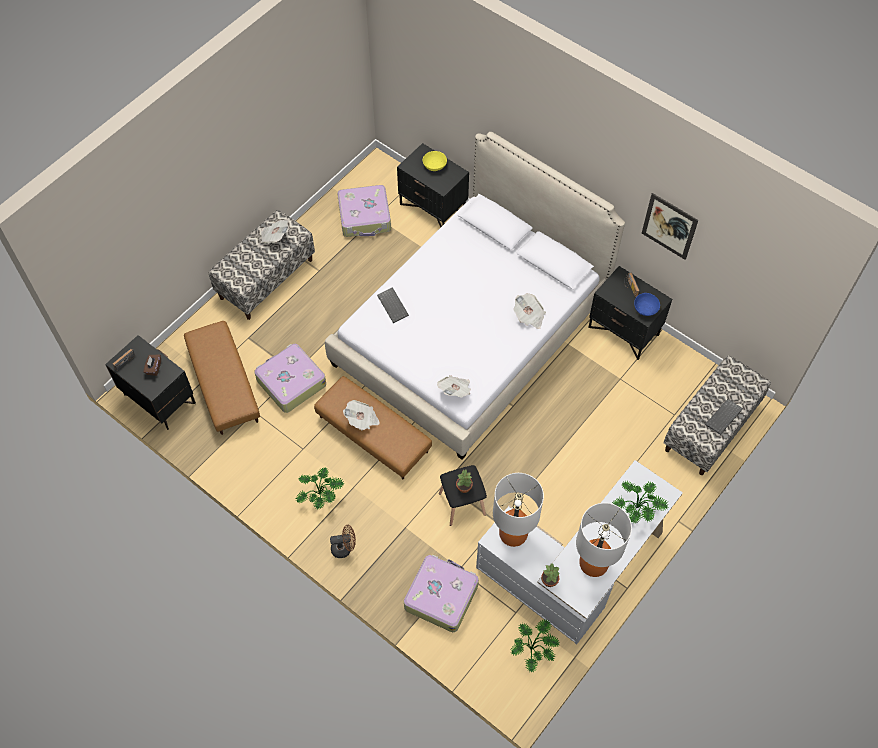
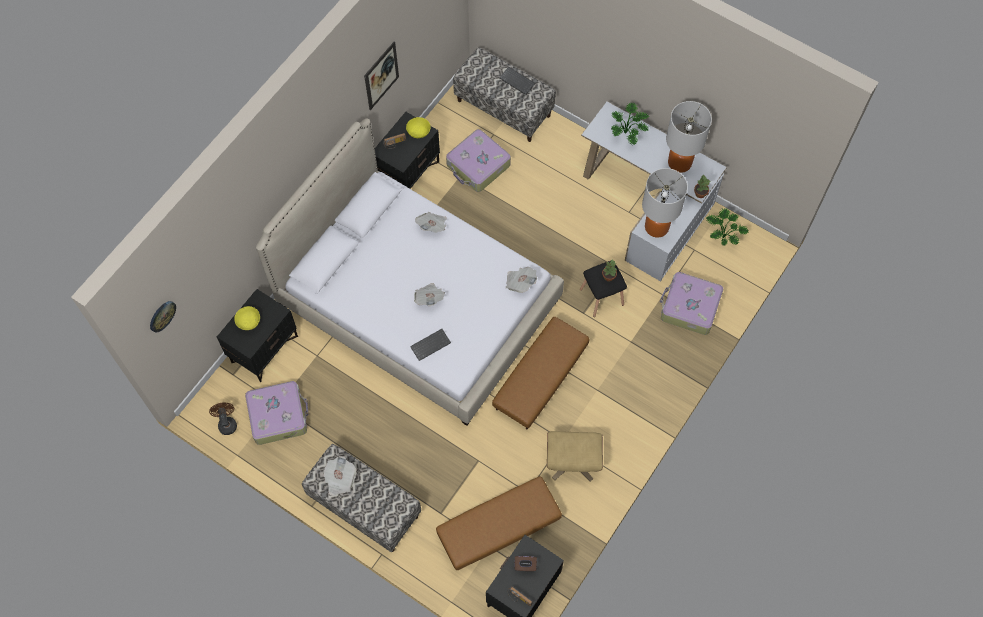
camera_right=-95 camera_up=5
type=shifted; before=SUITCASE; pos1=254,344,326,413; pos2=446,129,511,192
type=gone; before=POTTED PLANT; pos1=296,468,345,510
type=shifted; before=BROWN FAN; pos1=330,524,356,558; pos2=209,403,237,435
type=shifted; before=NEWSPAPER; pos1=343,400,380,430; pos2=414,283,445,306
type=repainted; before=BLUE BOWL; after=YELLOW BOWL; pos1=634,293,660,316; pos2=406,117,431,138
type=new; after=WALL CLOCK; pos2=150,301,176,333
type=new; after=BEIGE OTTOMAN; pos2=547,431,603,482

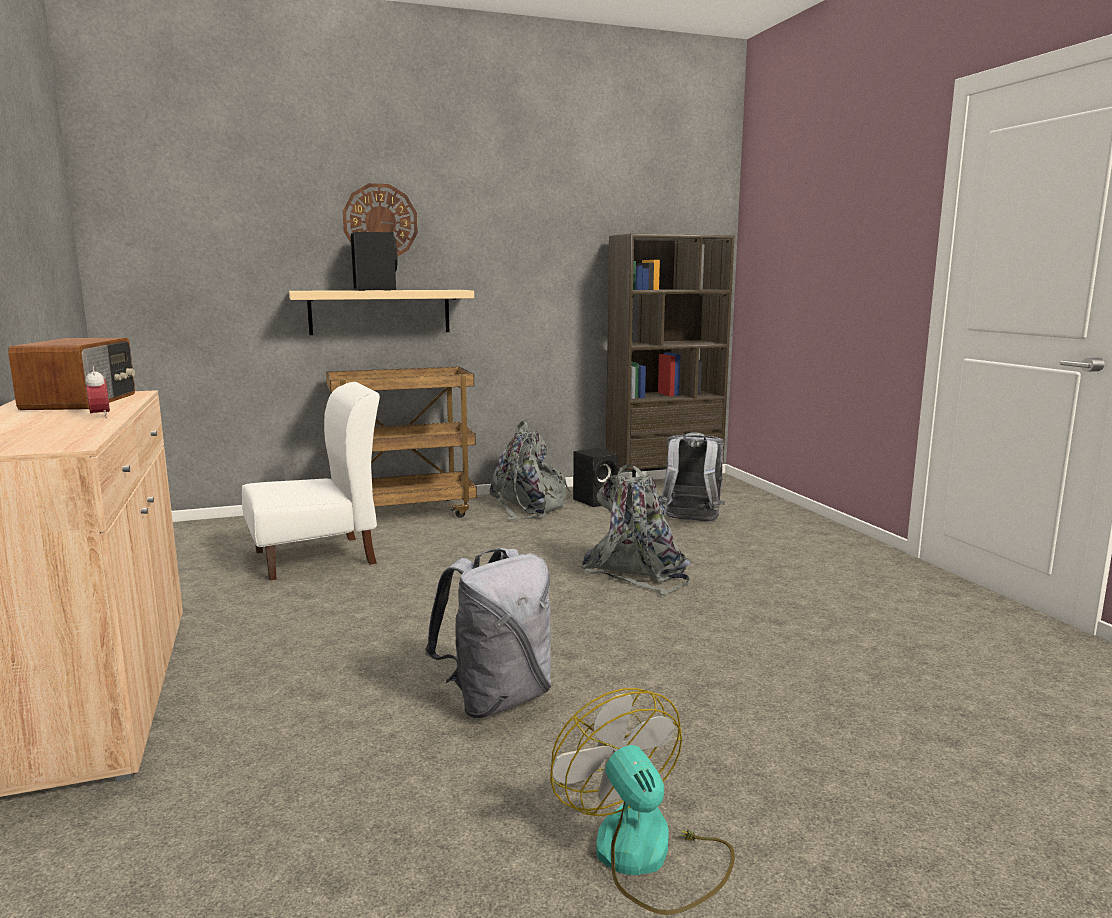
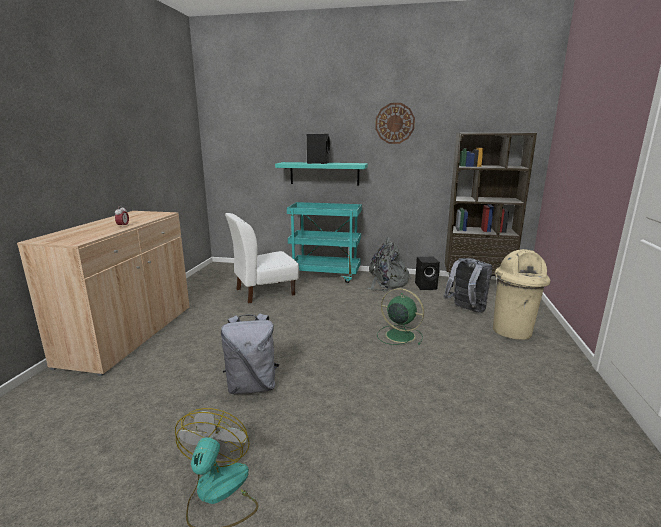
camera_right=30 camera_up=5
type=gone; before=RADIO; pos1=8,338,135,410
type=rotated; before=WHITE CHAIR; pos1=242,382,380,580; pos2=225,213,299,304; turn=150
type=repainted; before=BEIGE SHELF; after=TURQUOISE SHELF; pos1=289,290,474,335; pos2=275,162,368,186
type=repainted; before=BROWN CART; after=TURQUOISE CART; pos1=326,367,477,518; pos2=287,202,362,283
type=shifted; before=WALL CLOCK; pos1=343,183,418,257; pos2=375,103,415,144
type=swapped; before=GREY BACKPACK; after=GREEN FAN; pos1=581,464,691,595; pos2=377,288,424,345
type=new; after=BEIGE TRASH CAN; pos2=493,249,550,340

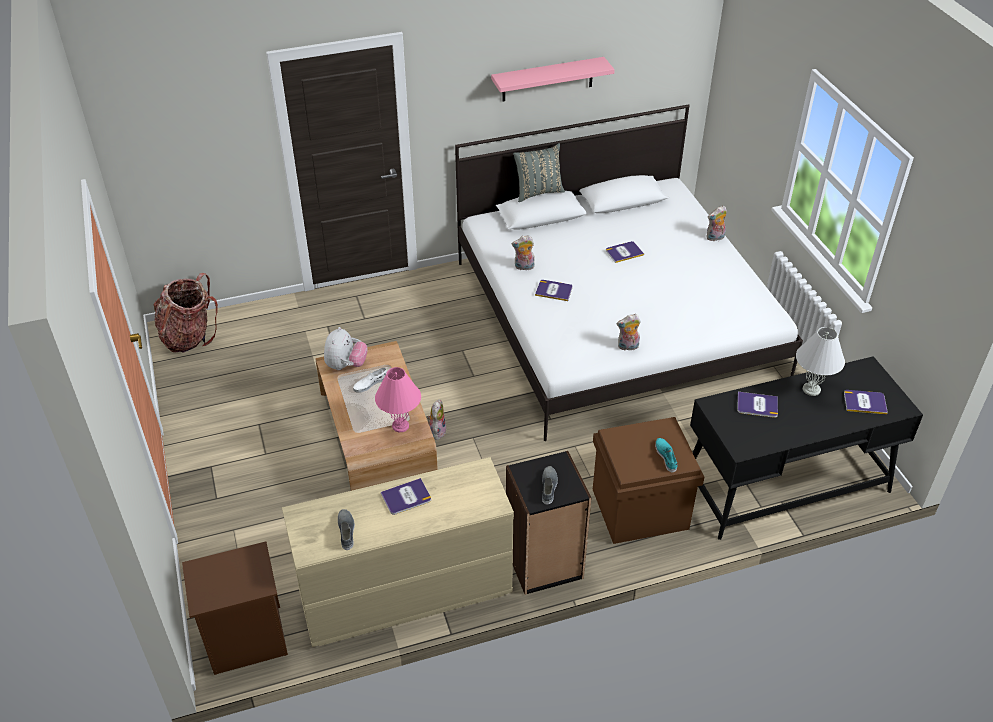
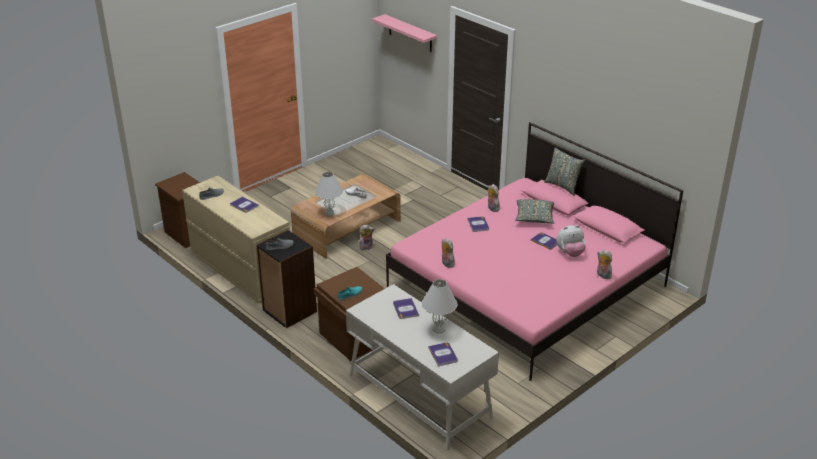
camera_right=65 camera_up=-10
type=gone; before=BACKPACK; pos1=153,273,218,353
type=shifted; before=PLUSH TOY; pos1=324,327,368,370; pos2=556,225,586,257
type=repainted; before=PINK TABLE LAMP; after=WHITE TABLE LAMP; pos1=375,367,421,432; pos2=315,172,343,216
type=repainted; before=WHITE BED; after=PINK BED; pos1=455,104,803,441; pos2=386,122,683,381
type=shifted; before=PINK SHELF; pos1=491,57,615,101; pos2=372,14,437,52
type=repainted; before=BLACK DESK; after=WHITE DESK; pos1=690,356,923,540; pos2=346,284,499,450
type=new; after=GREY PILLOW; pos2=515,199,555,224

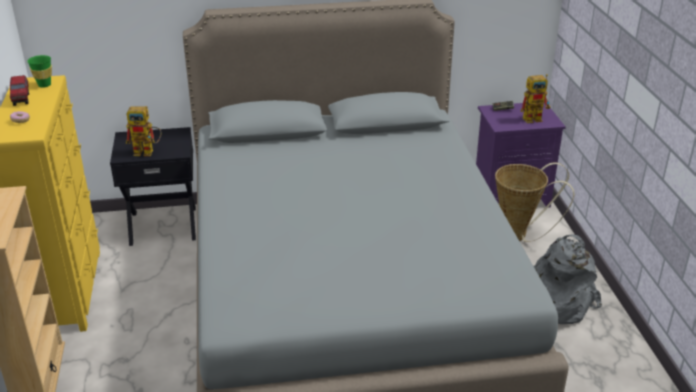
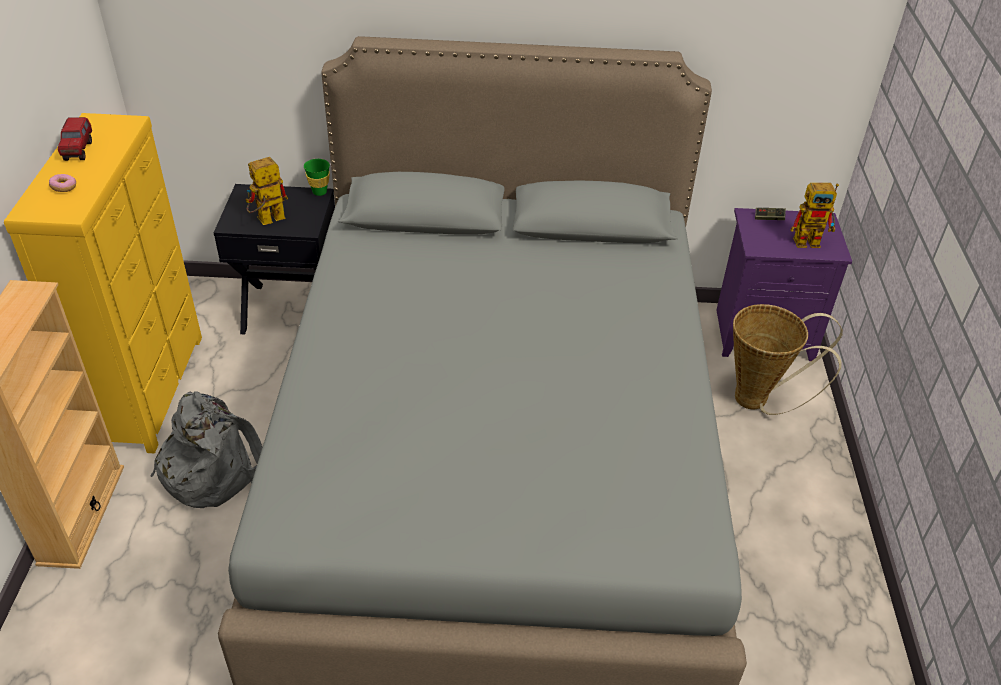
camera_right=10 camera_up=10
type=shifted; before=GREEN CUP; pos1=27,55,52,88; pos2=304,159,330,196
type=rotated; before=TOY ROBOT; pos1=126,106,162,156; pos2=245,157,288,225; turn=135
type=shifted; before=GREY BACKPACK; pos1=534,234,602,324; pos2=150,391,262,508

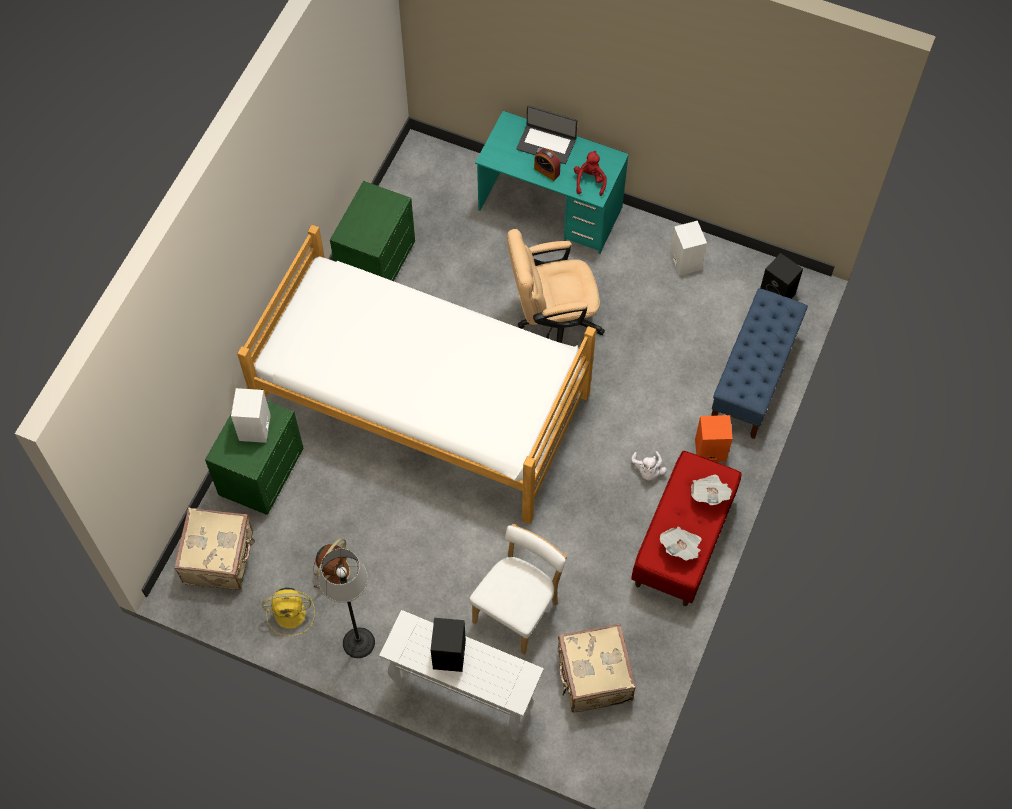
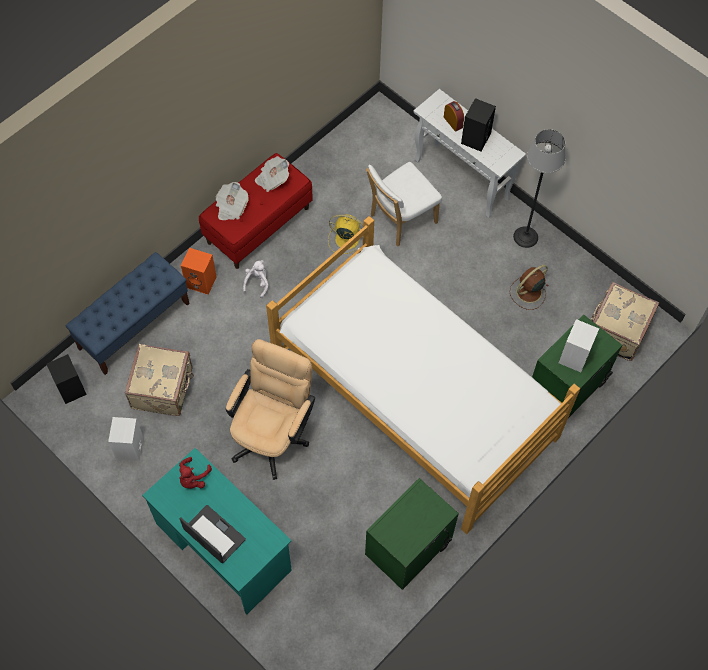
camera_right=-160 camera_up=0
type=shifted; before=YELLOW FAN; pos1=263,587,315,636; pos2=328,214,363,254
type=rotated; before=BEIGE OFFICE CHAIR; pos1=507,229,605,343; pos2=226,339,315,480; turn=-75
type=shifted; before=ALARM CLOCK; pos1=534,148,560,181; pos2=444,101,464,132
type=shifted; before=BEIGE SUITCASE; pos1=557,624,636,712; pos2=124,344,194,416

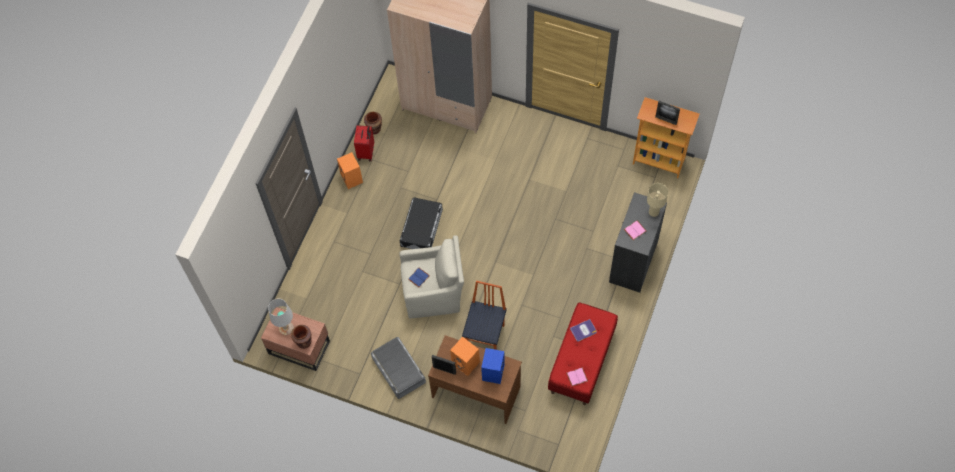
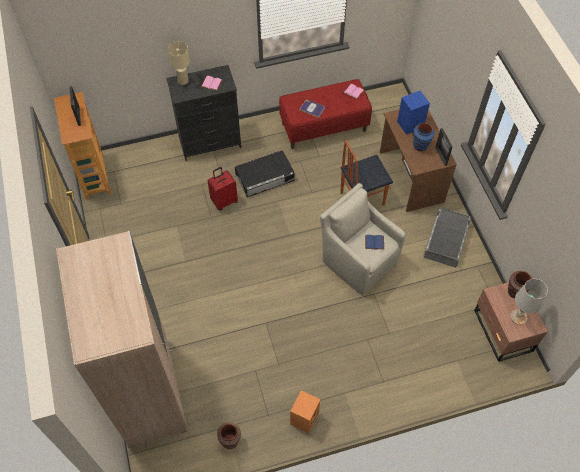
camera_right=-130 camera_up=-5
type=shifted; before=RED SUITCASE; pos1=354,125,374,161; pos2=207,167,238,210
type=shifted; before=BLACK STORAGE BOX; pos1=400,197,443,249; pos2=235,150,295,197
type=swapped; before=ORANGE SPEAKER; after=BLUE VASE; pos1=450,336,480,376; pos2=413,123,435,151

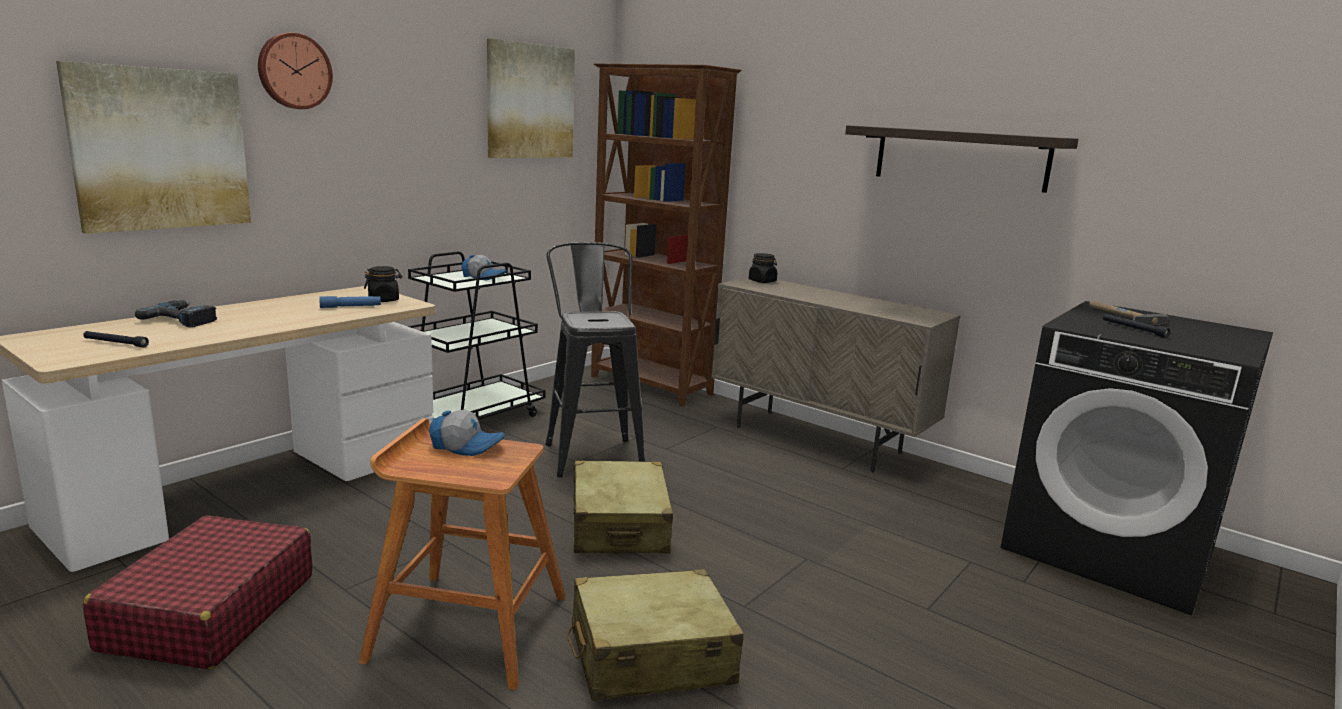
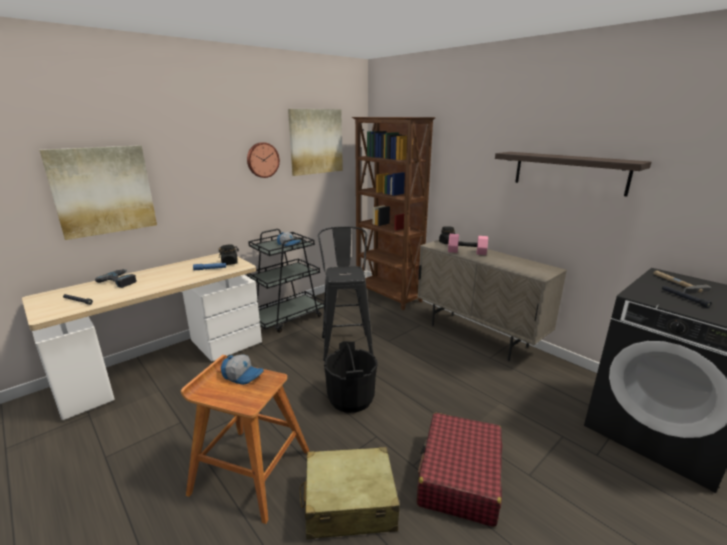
camera_right=10 camera_up=5
type=shifted; before=RED SUITCASE; pos1=83,515,313,669; pos2=417,413,502,527
type=shifted; before=WALL CLOCK; pos1=258,33,333,109; pos2=247,142,280,178
type=swapped; before=BEIGE SUITCASE; after=BLACK BUCKET; pos1=573,461,674,554; pos2=324,341,378,413
type=new; after=PINK DUMBBELL; pos2=448,234,488,255

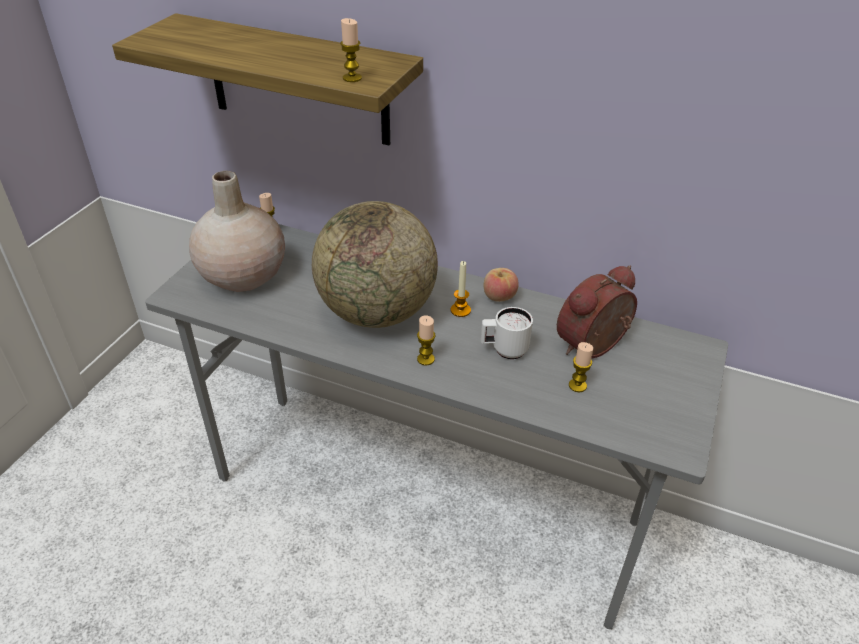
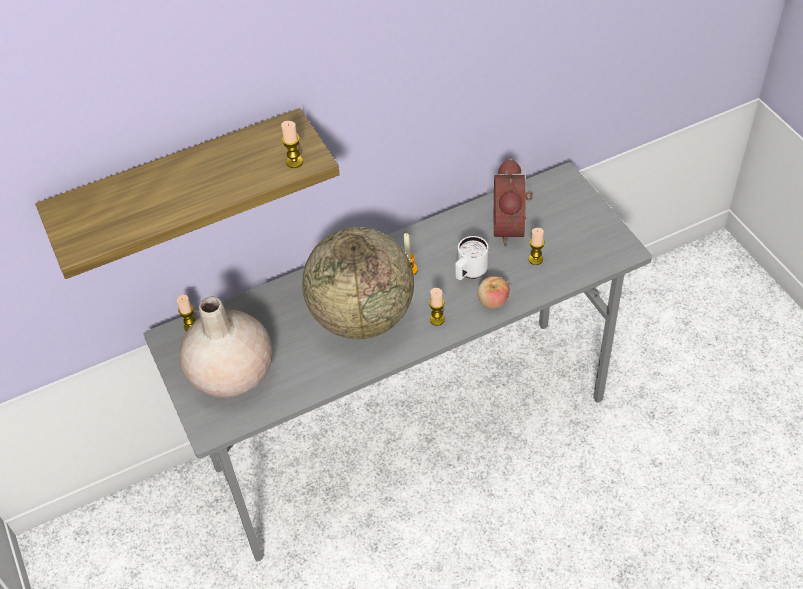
camera_right=-45 camera_up=10
type=shifted; before=APPLE; pos1=484,268,519,302; pos2=477,276,510,309

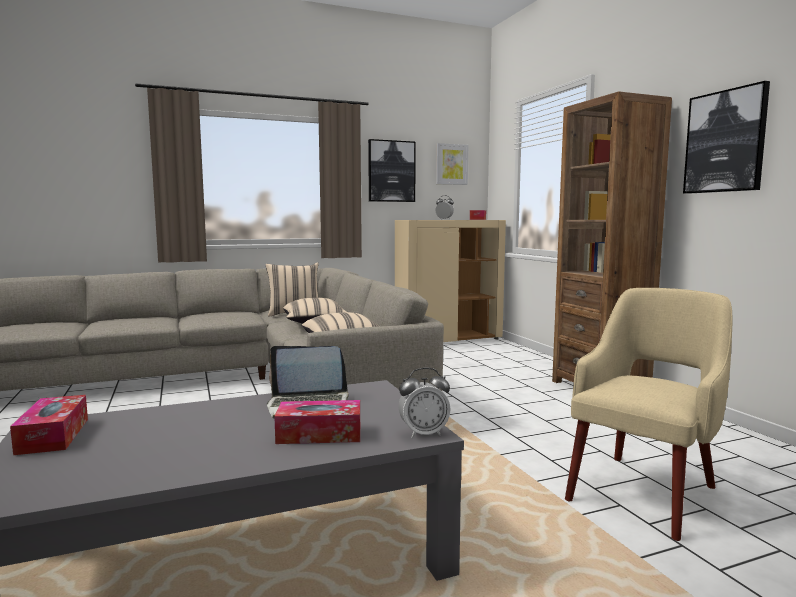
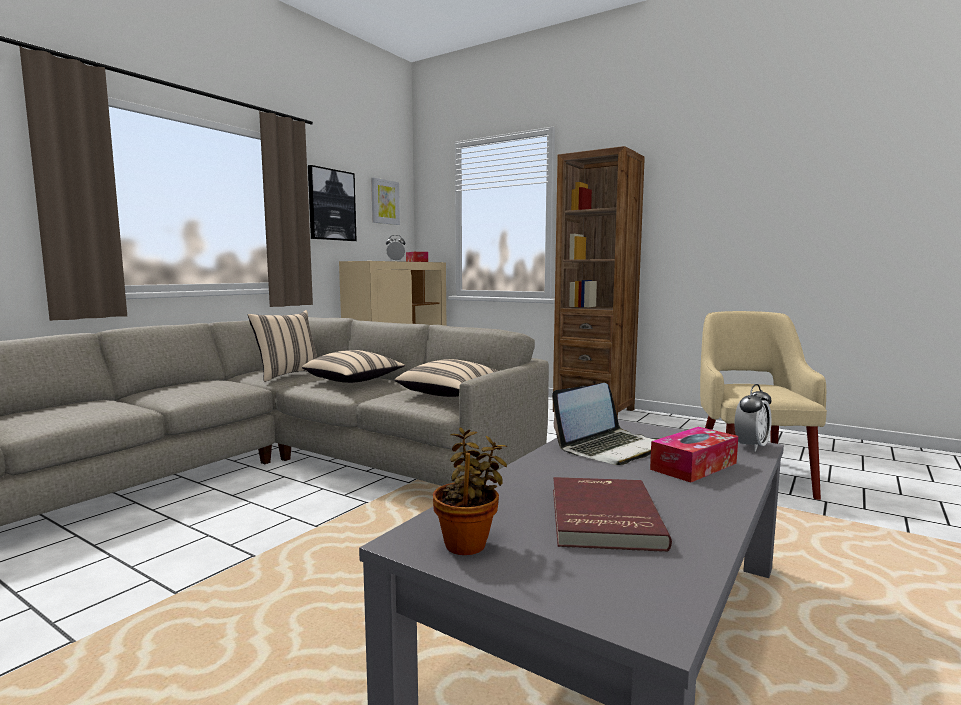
camera_right=-35 camera_up=0
type=swapped; before=TISSUE BOX; after=POTTED PLANT; pos1=10,395,88,455; pos2=433,427,507,555
type=gone; before=PICTURE; pos1=683,81,770,194
type=new; after=RED BOOK; pos2=553,477,672,552

